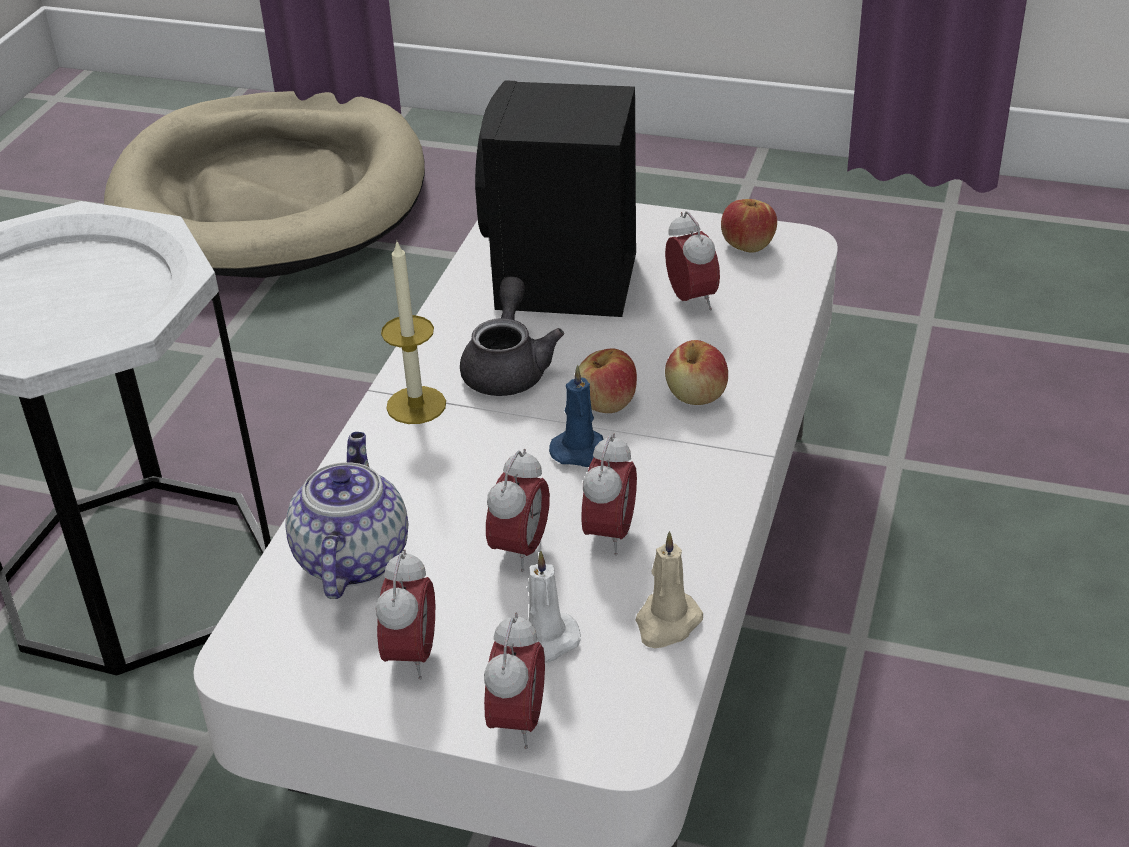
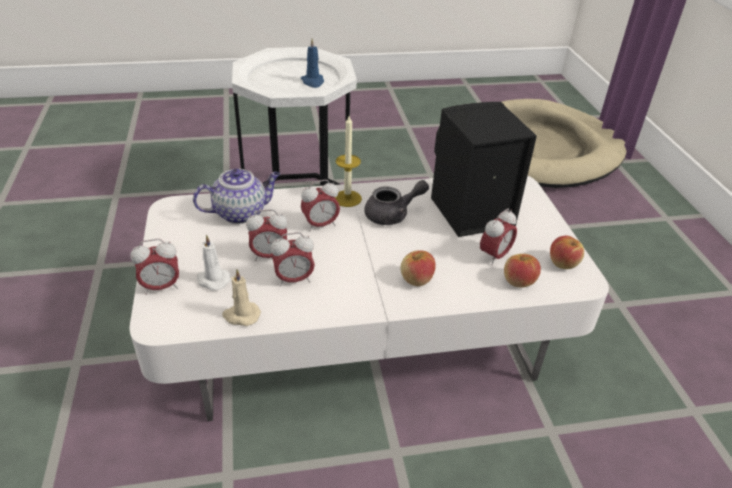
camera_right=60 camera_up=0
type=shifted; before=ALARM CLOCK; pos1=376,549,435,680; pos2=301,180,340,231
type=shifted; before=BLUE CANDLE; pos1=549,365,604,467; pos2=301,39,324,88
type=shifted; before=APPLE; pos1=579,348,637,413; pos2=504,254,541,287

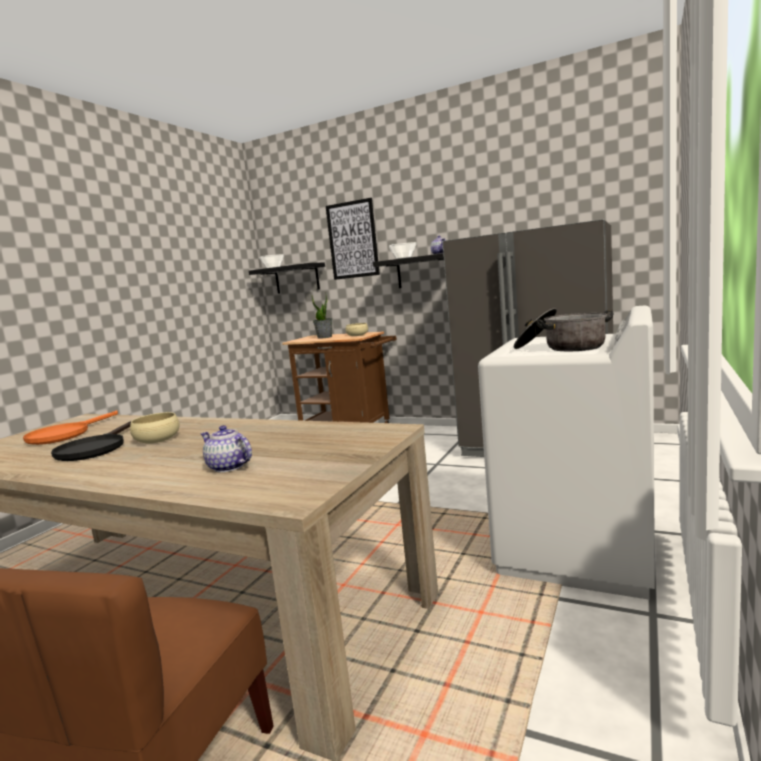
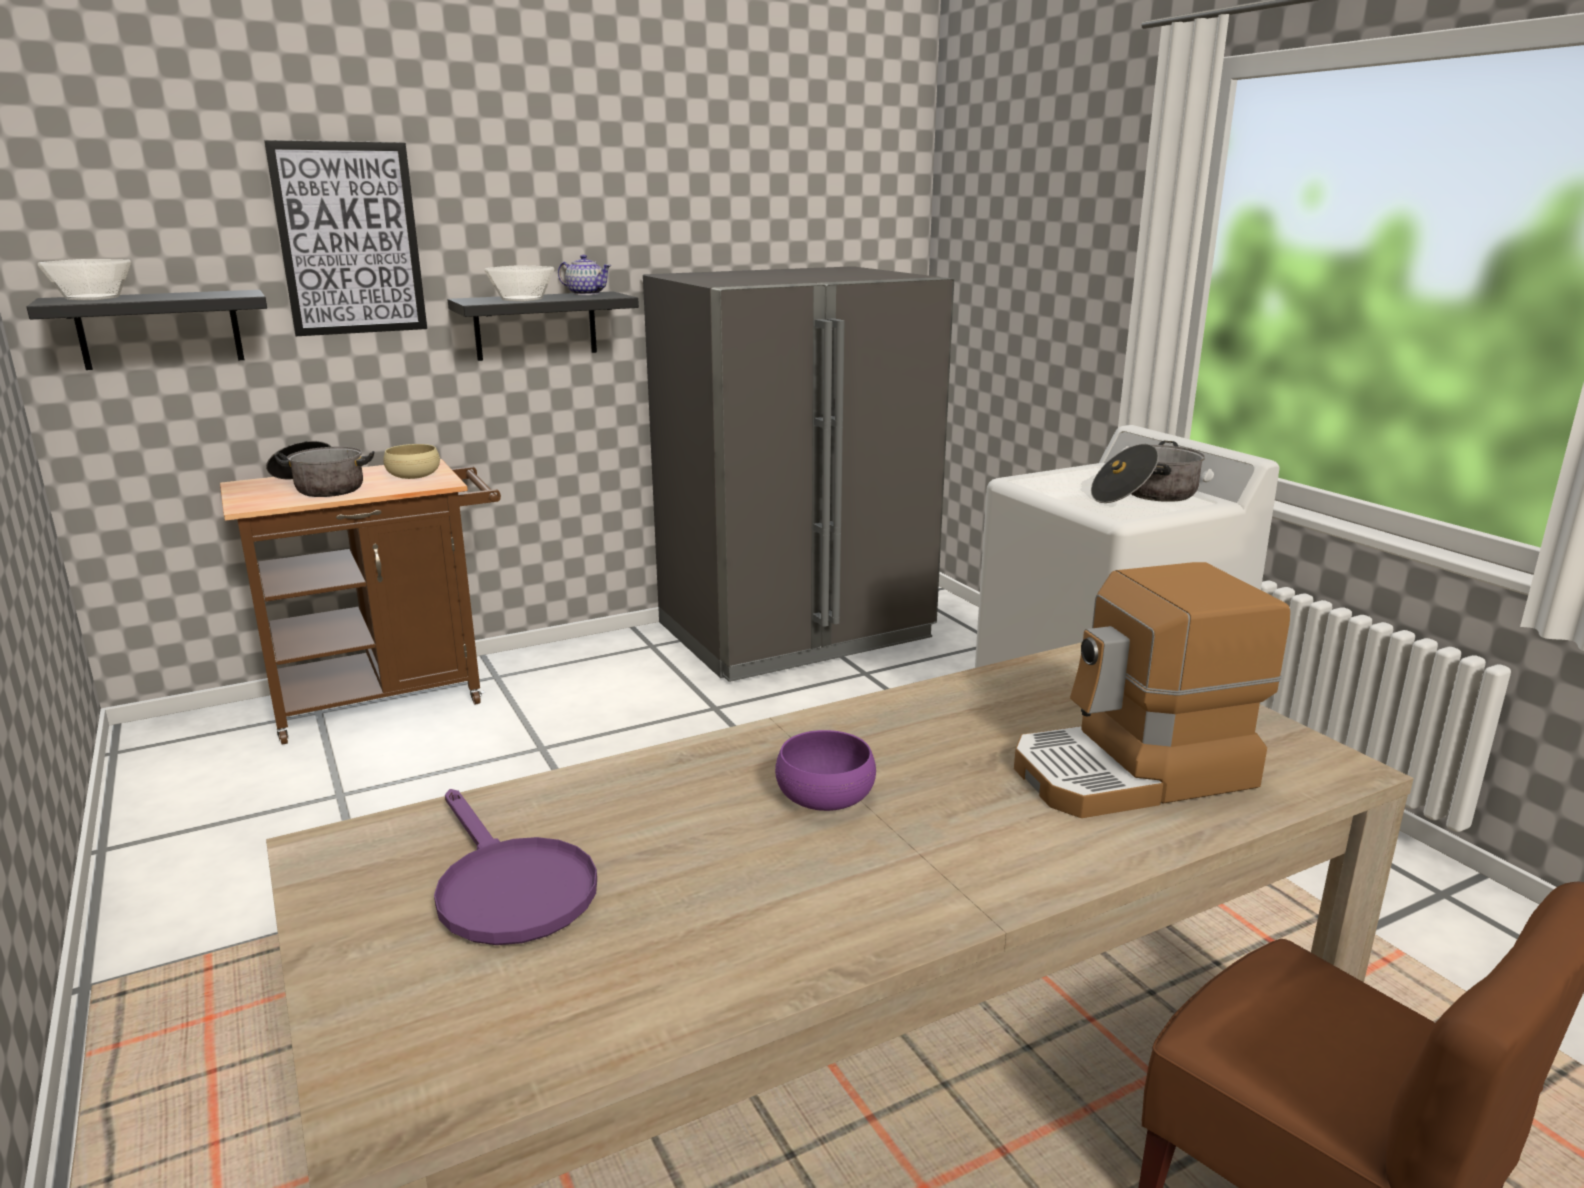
camera_right=-55 camera_up=10
type=repainted; before=ORANGE FRYING PAN; after=PURPLE FRYING PAN; pos1=23,411,118,445; pos2=434,789,597,945
type=gone; before=BLACK FRYING PAN; pos1=51,421,131,461
type=repainted; before=BEIGE BOWL; after=PURPLE BOWL; pos1=130,412,180,443; pos2=775,730,876,811
type=swapped; before=TEAPOT; after=COFFEE MACHINE; pos1=200,425,252,473; pos2=1014,562,1290,818
type=swapped; before=POTTED PLANT; after=COOKING POT; pos1=312,296,333,339; pos2=266,441,374,497

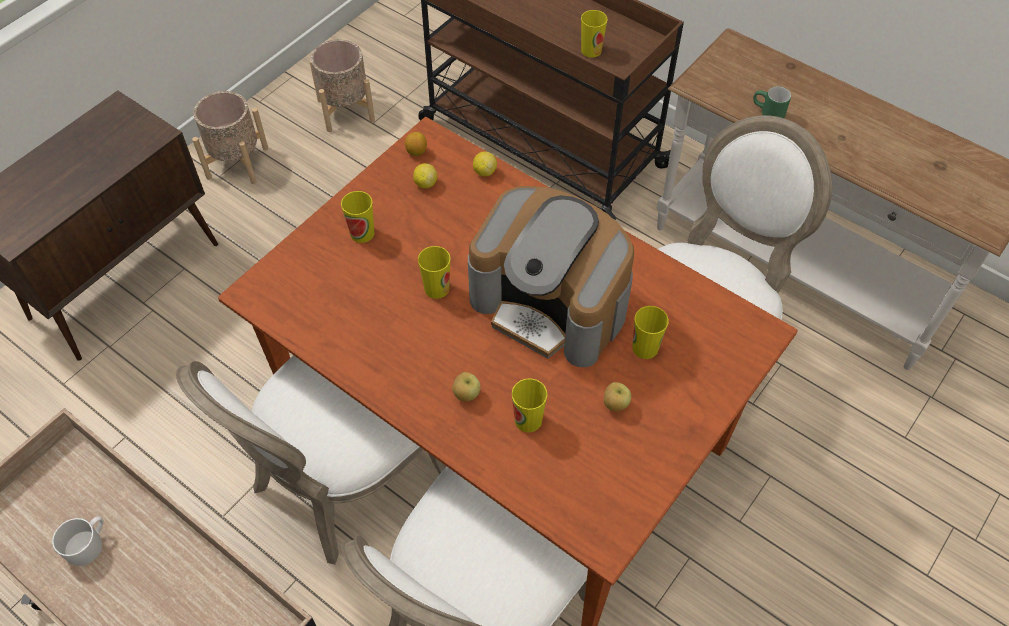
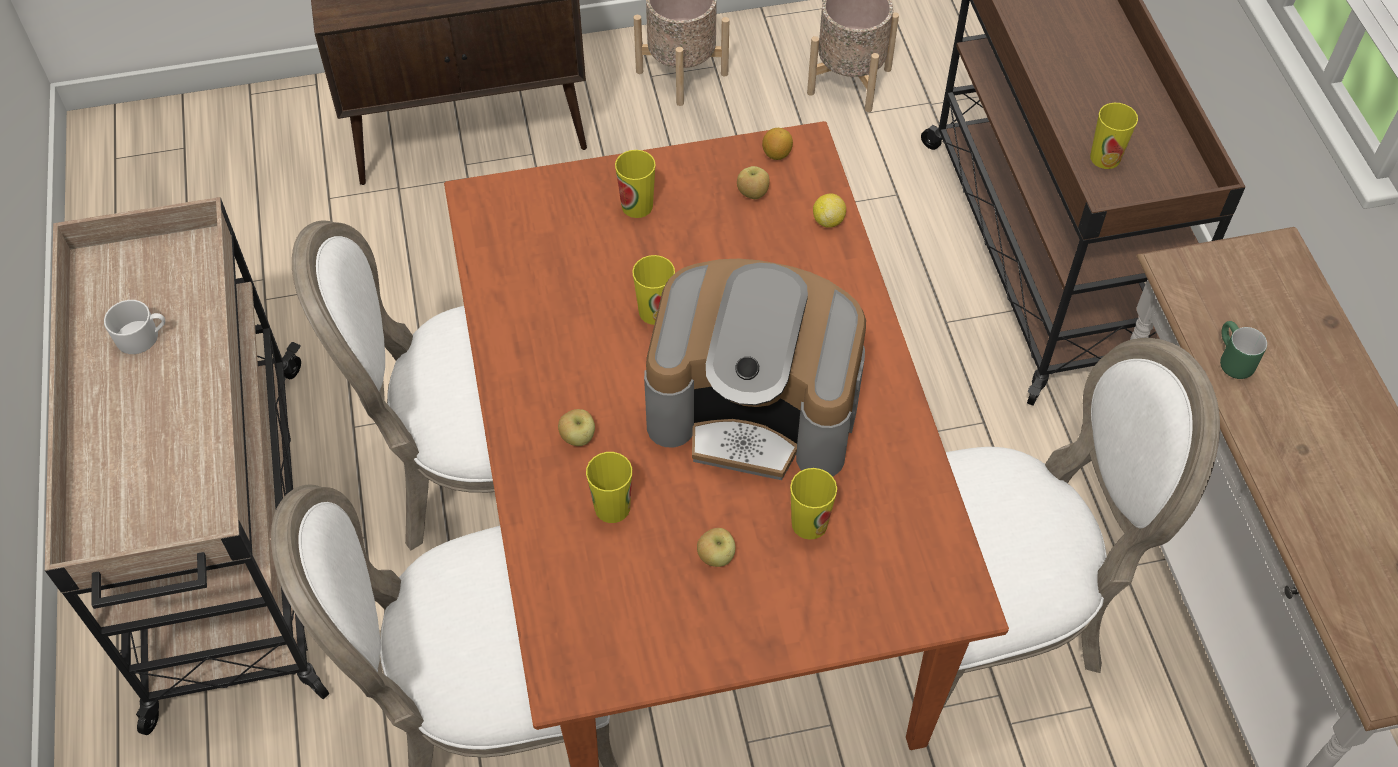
camera_right=40 camera_up=0
type=swapped; before=LEMON; after=APPLE; pos1=413,163,438,189; pos2=737,166,770,199
type=rotated; before=COFFEE MACHINE; pos1=468,186,634,367; pos2=644,259,866,480; turn=-60

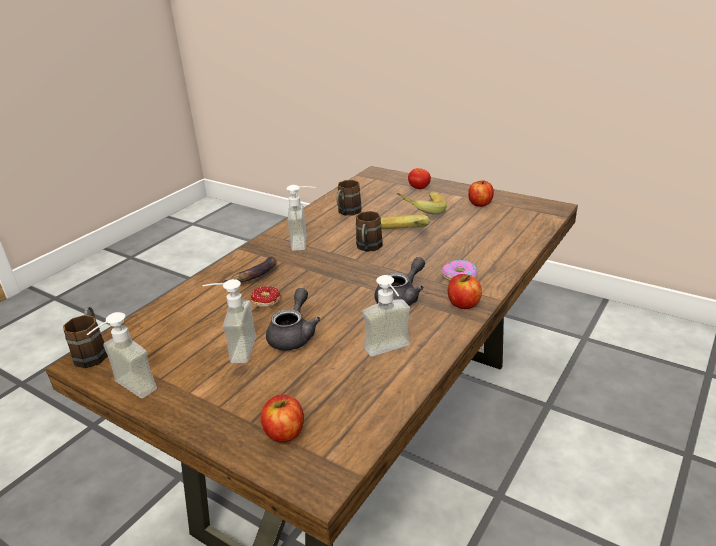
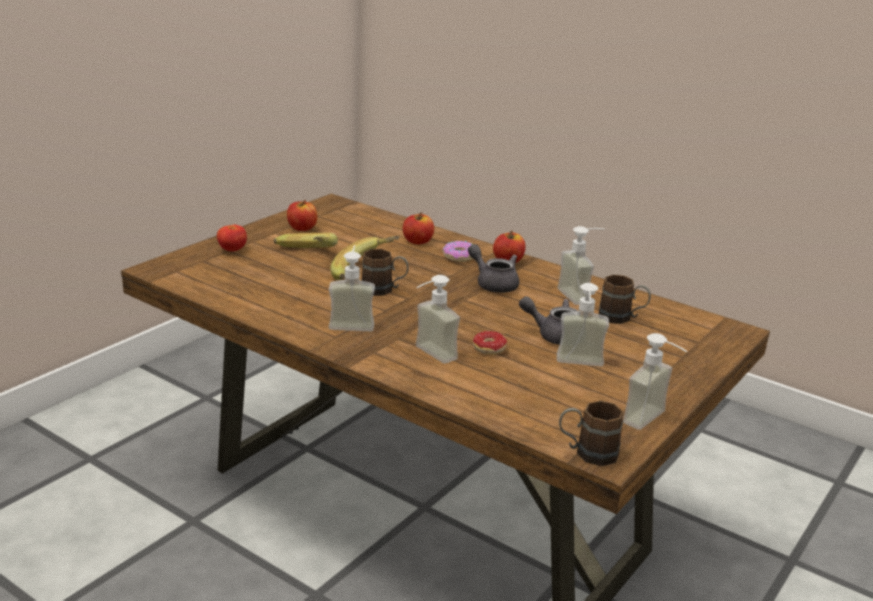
camera_right=-90 camera_up=-5
type=swapped; before=BANANA; after=SOAP DISPENSER; pos1=221,257,277,282; pos2=416,275,460,363
type=shifted; before=APPLE; pos1=261,394,304,442; pos2=403,212,434,244
type=shifted; before=BROWN MUG; pos1=337,180,362,216; pos2=599,275,651,324

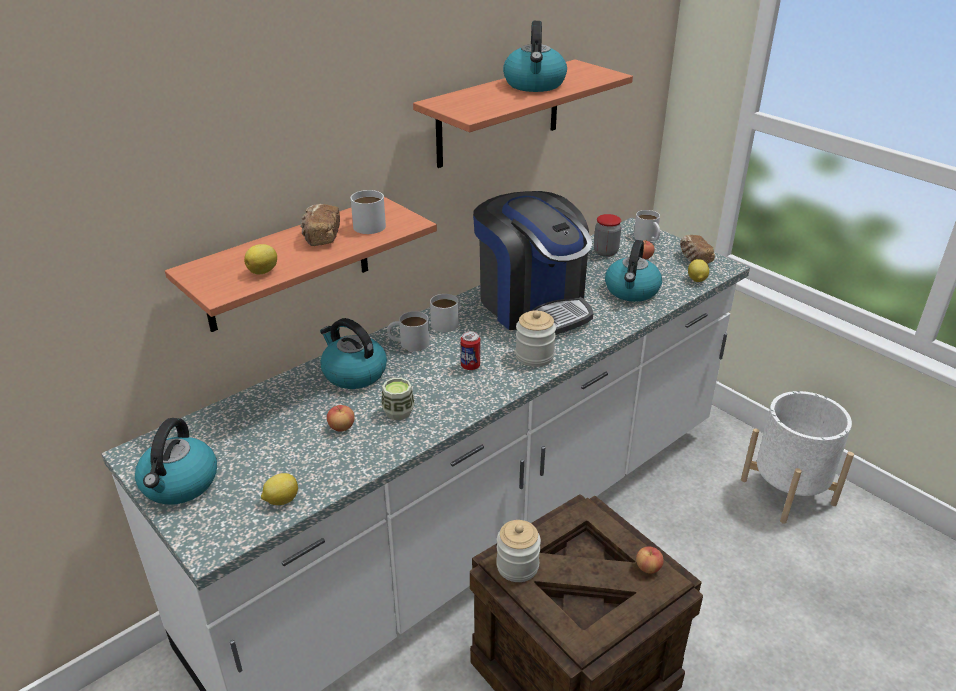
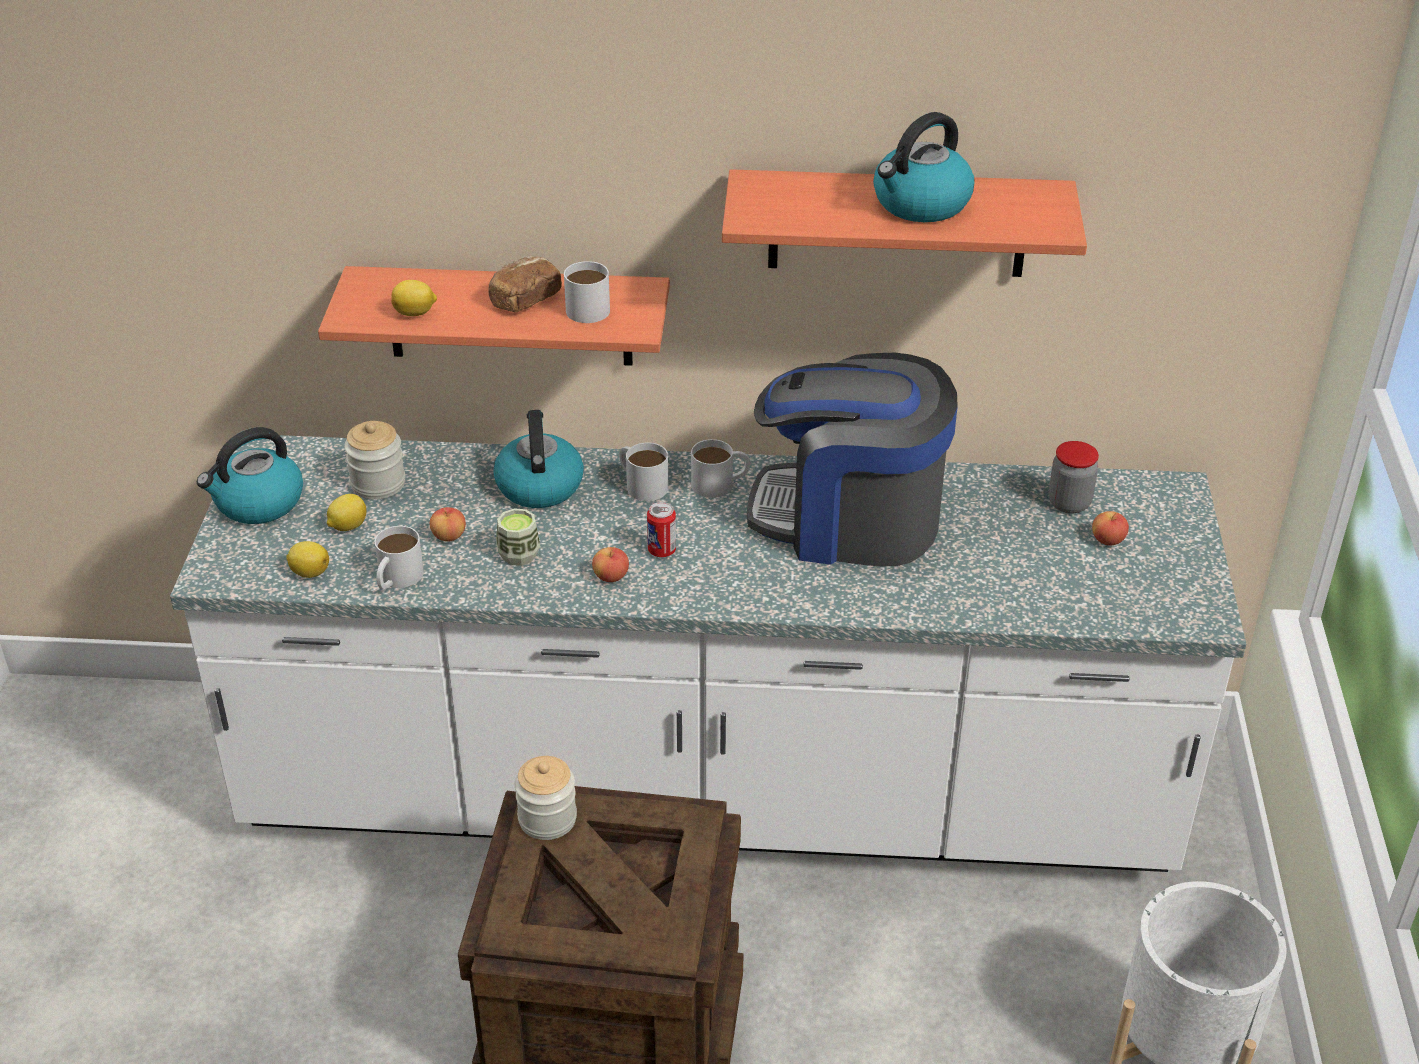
camera_right=45 camera_up=5
type=rotated; before=COFFEE MACHINE; pos1=473,191,594,335; pos2=747,353,958,566; turn=90
type=shifted; before=JAR; pos1=515,310,556,367; pos2=344,421,405,500
type=gone; before=KETTLE; pos1=605,240,662,302
type=shifted; before=WHITE MUG; pos1=634,210,660,241; pos2=375,526,424,589
type=shifted; before=APPLE; pos1=636,546,664,574; pos2=592,547,629,582
type=gone; before=BREAD; pos1=680,235,715,264
type=shifted; before=LEMON; pos1=688,259,709,282; pos2=327,494,366,531

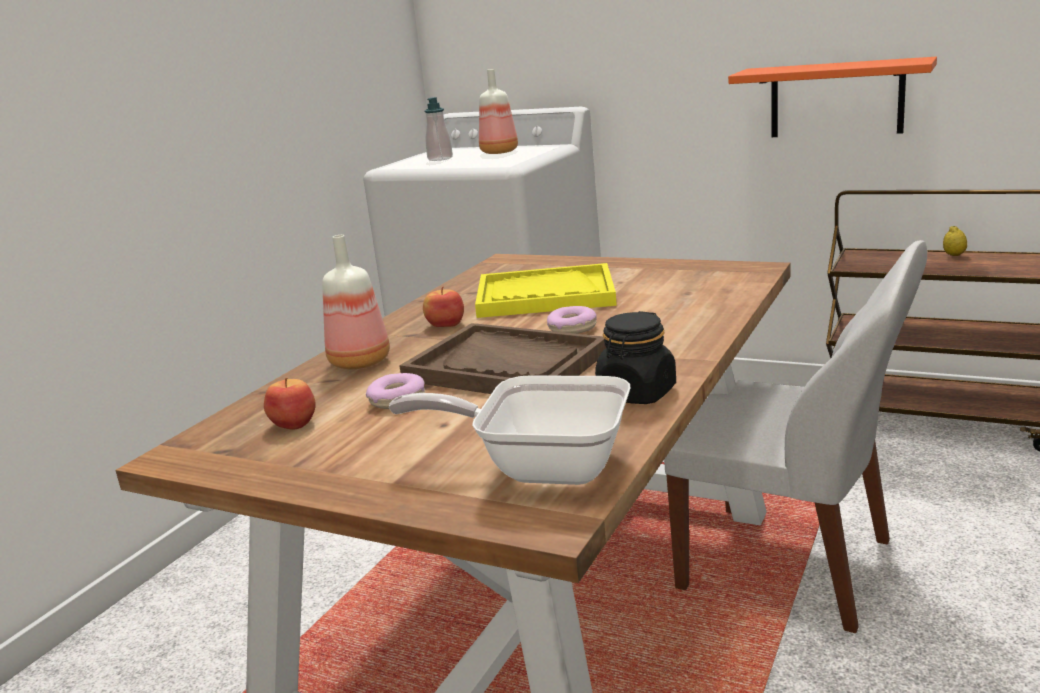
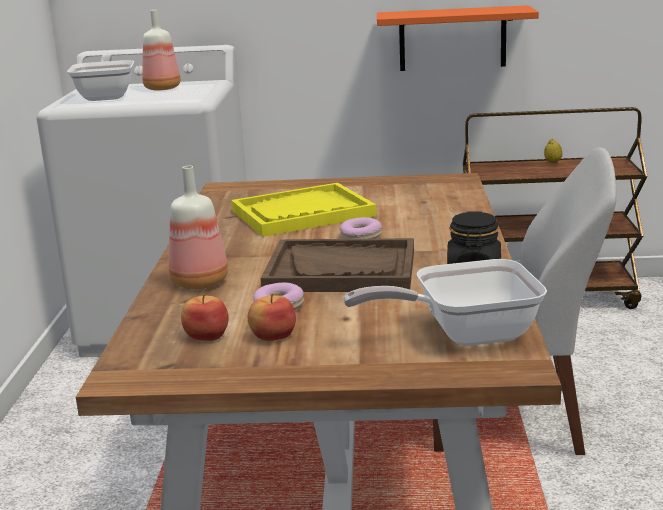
camera_right=-25 camera_up=0
type=shifted; before=APPLE; pos1=423,287,464,327; pos2=247,293,296,341
type=swapped; before=SOAP DISPENSER; after=FRYING PAN; pos1=424,97,453,161; pos2=67,54,134,101

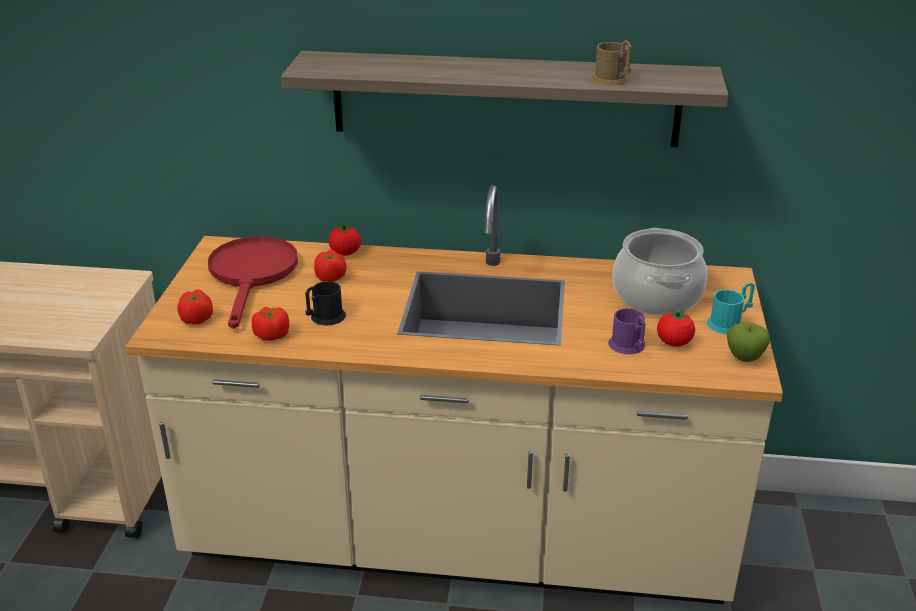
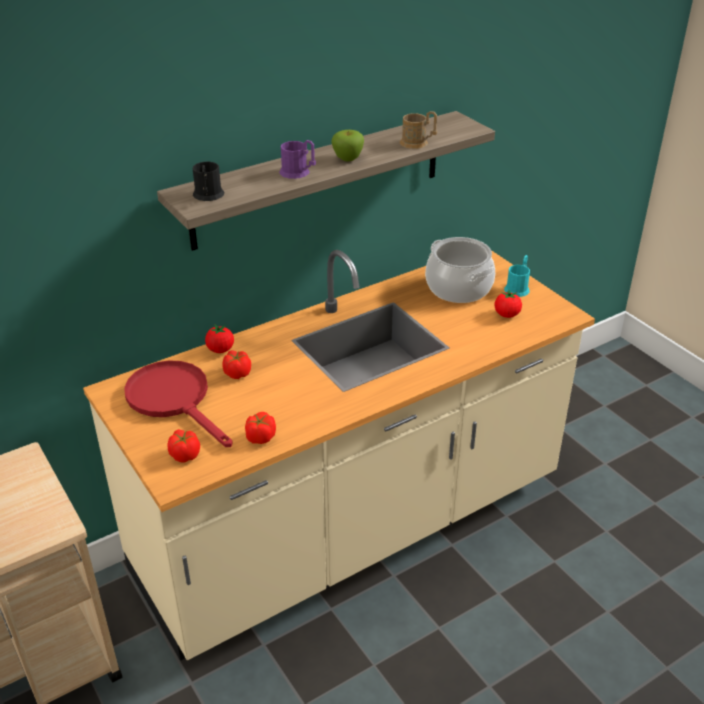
camera_right=-40 camera_up=5
type=shifted; before=BLACK MUG; pos1=305,281,346,326; pos2=193,162,224,201
type=shifted; before=PURPLE MUG; pos1=608,308,645,354; pos2=279,140,316,179
type=shifted; before=APPLE; pos1=727,323,770,362; pos2=331,130,364,161

